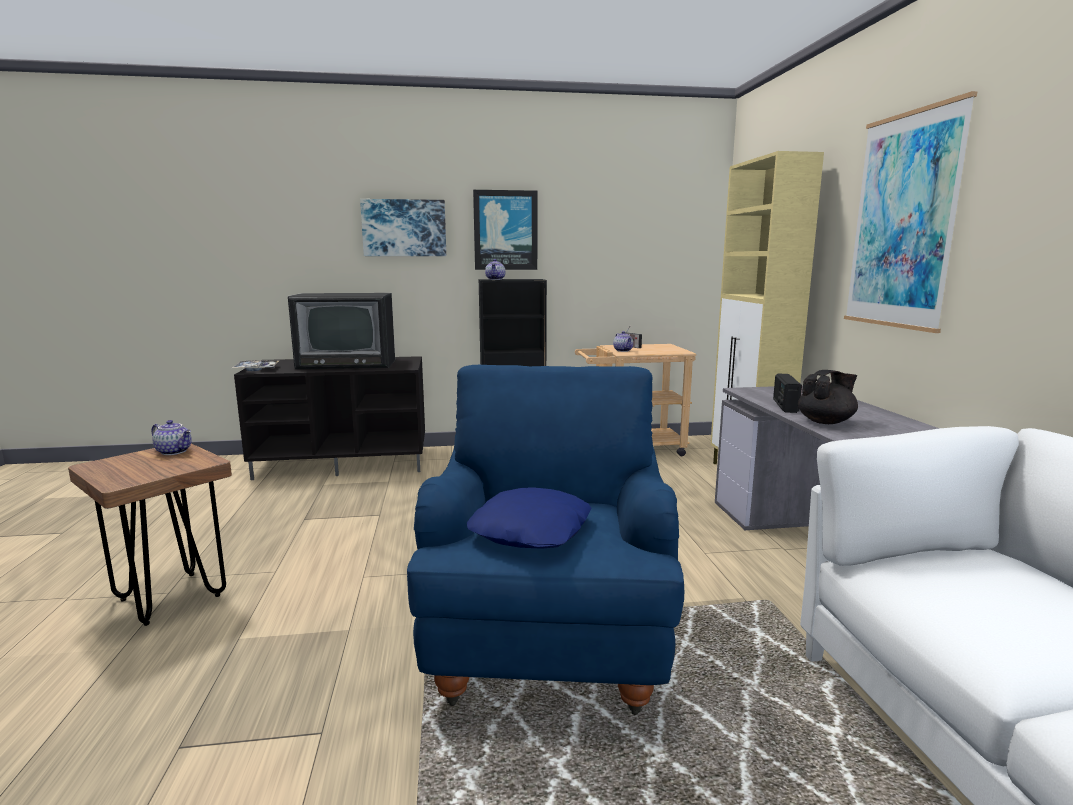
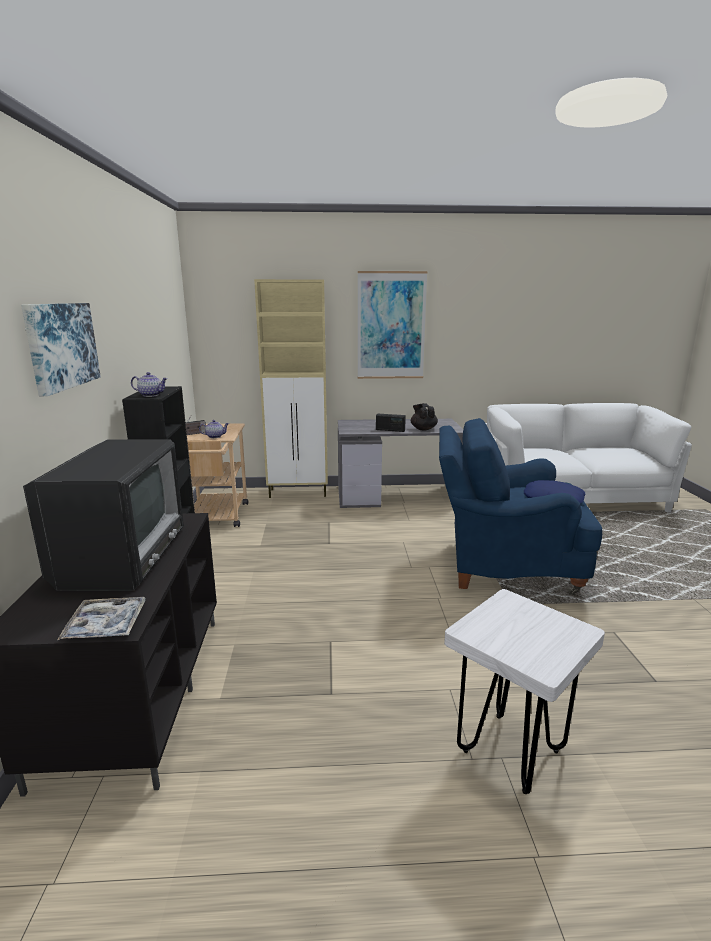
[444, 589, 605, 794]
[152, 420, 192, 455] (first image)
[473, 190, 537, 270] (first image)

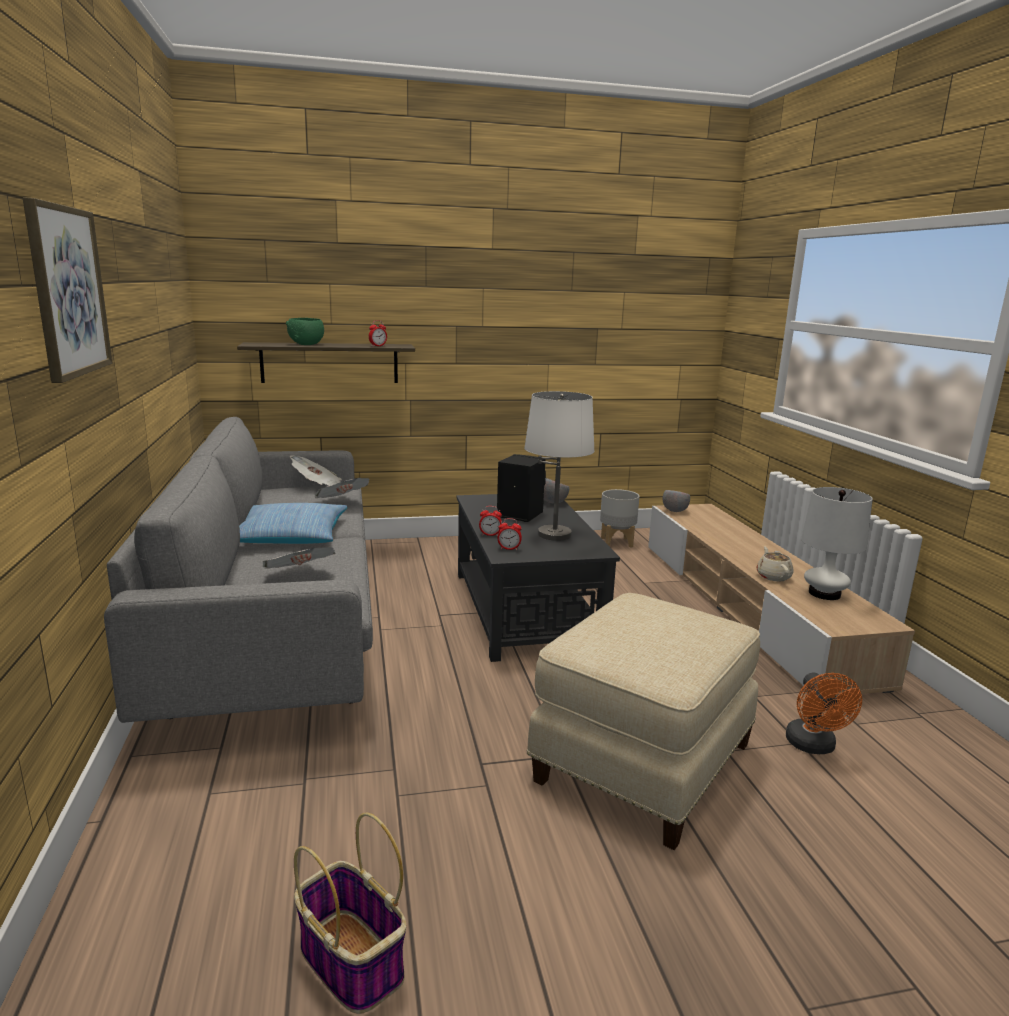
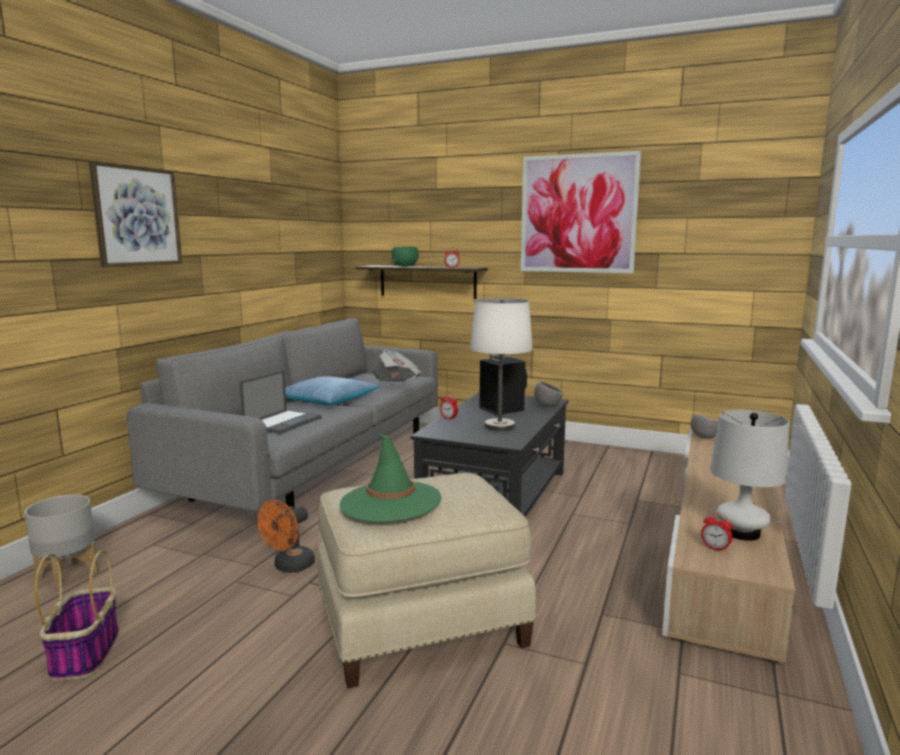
[24, 494, 99, 590]
[240, 370, 322, 434]
[257, 500, 315, 573]
[340, 434, 442, 522]
[521, 151, 641, 273]
[701, 512, 733, 552]
[756, 546, 794, 581] (first image)

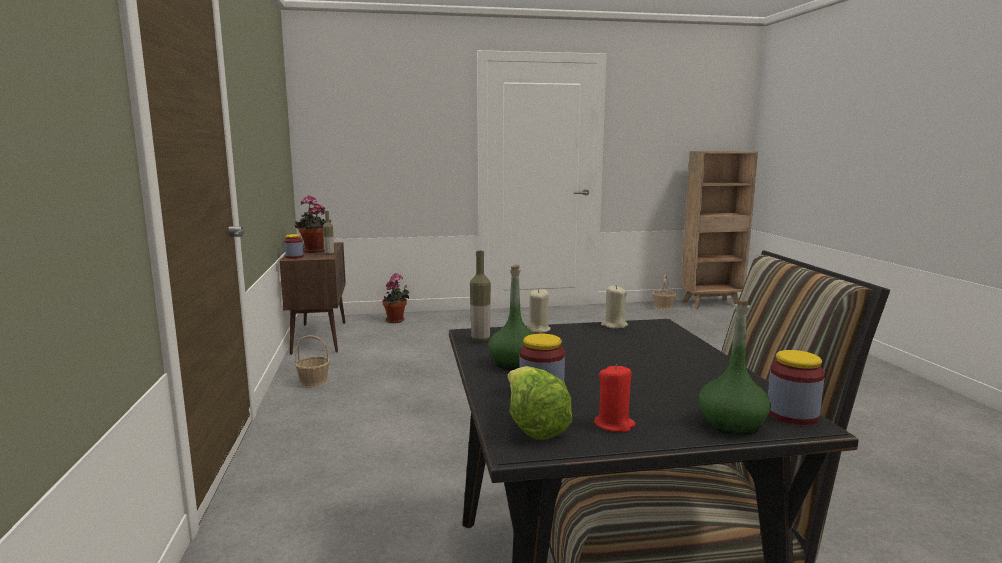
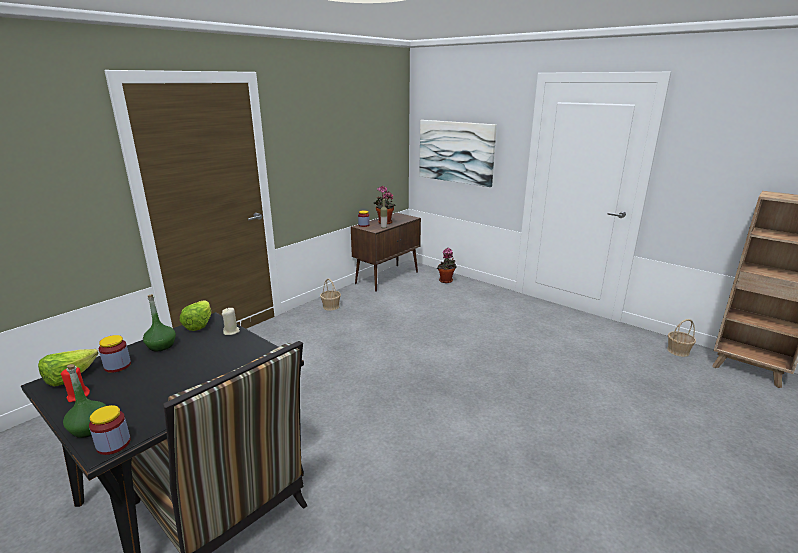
[180, 300, 211, 331]
[419, 120, 497, 187]
[601, 285, 628, 329] (first image)

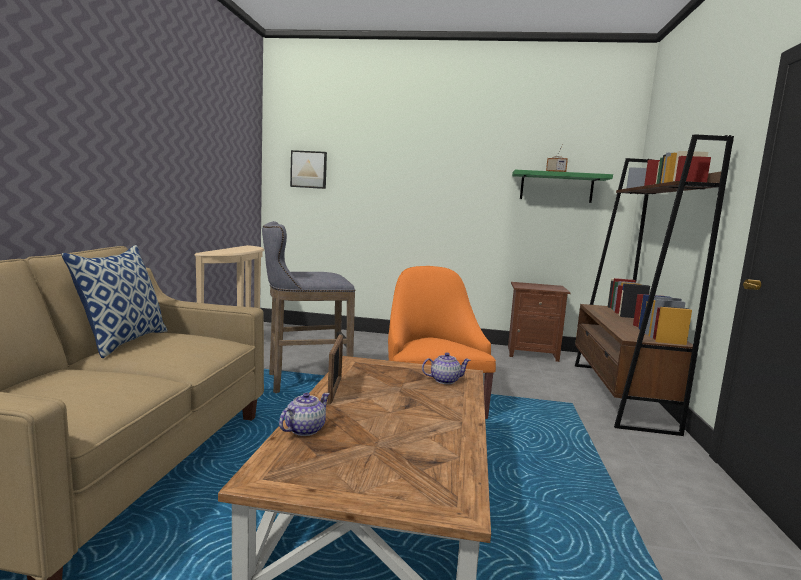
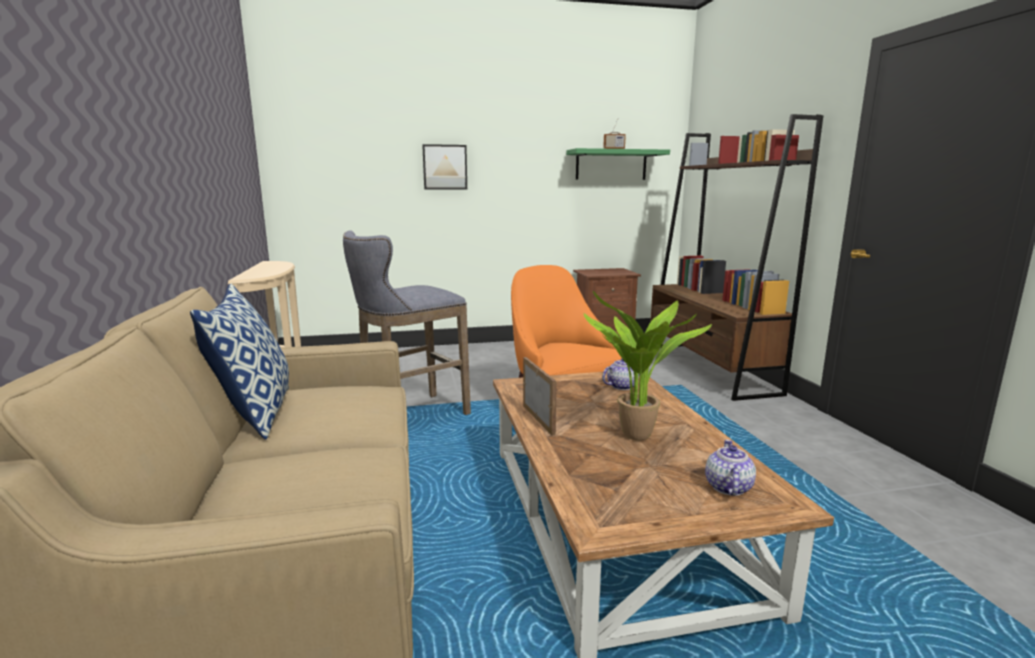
[422, 144, 467, 189]
[583, 291, 712, 441]
[705, 439, 756, 496]

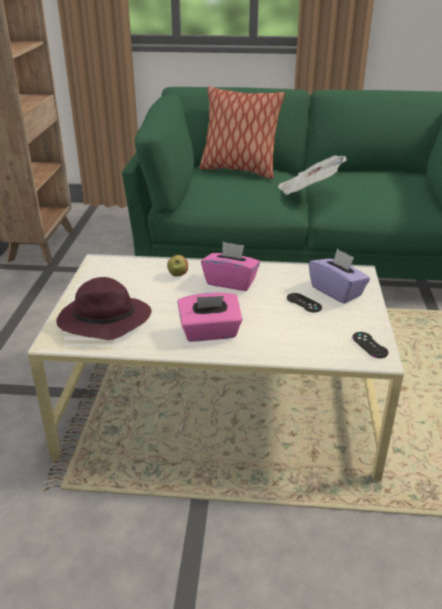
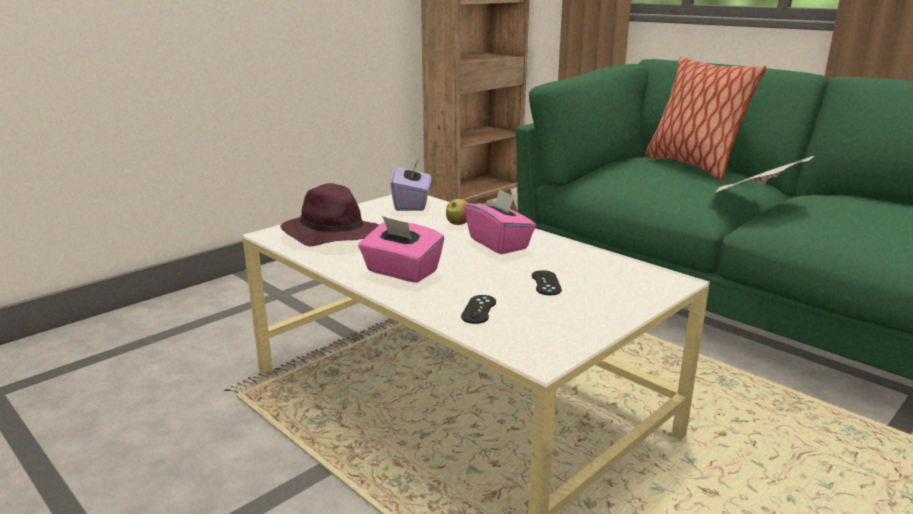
[391, 159, 431, 211]
[461, 295, 496, 324]

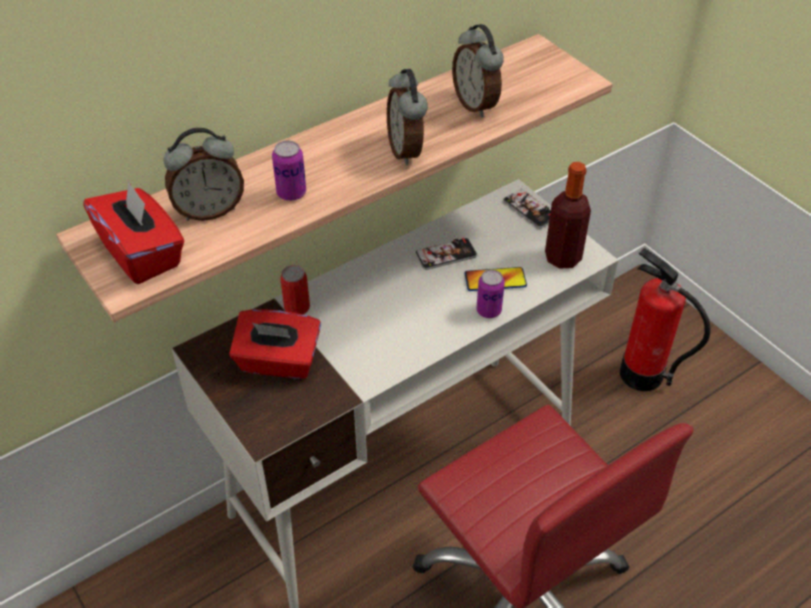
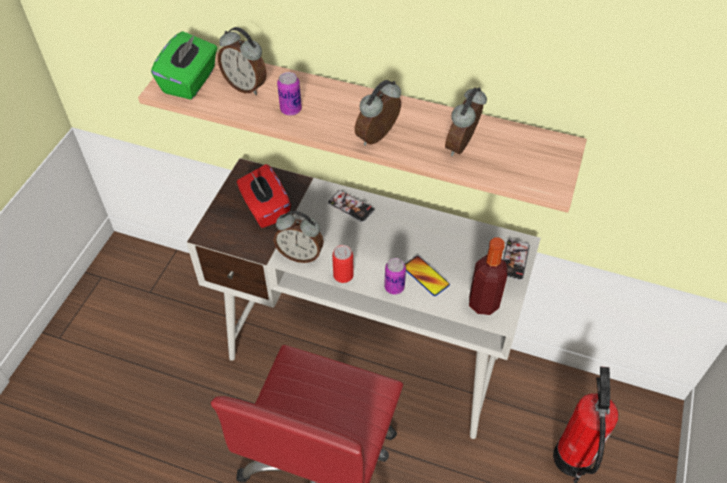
[151, 31, 217, 100]
[273, 211, 324, 263]
[328, 190, 375, 223]
[332, 245, 354, 283]

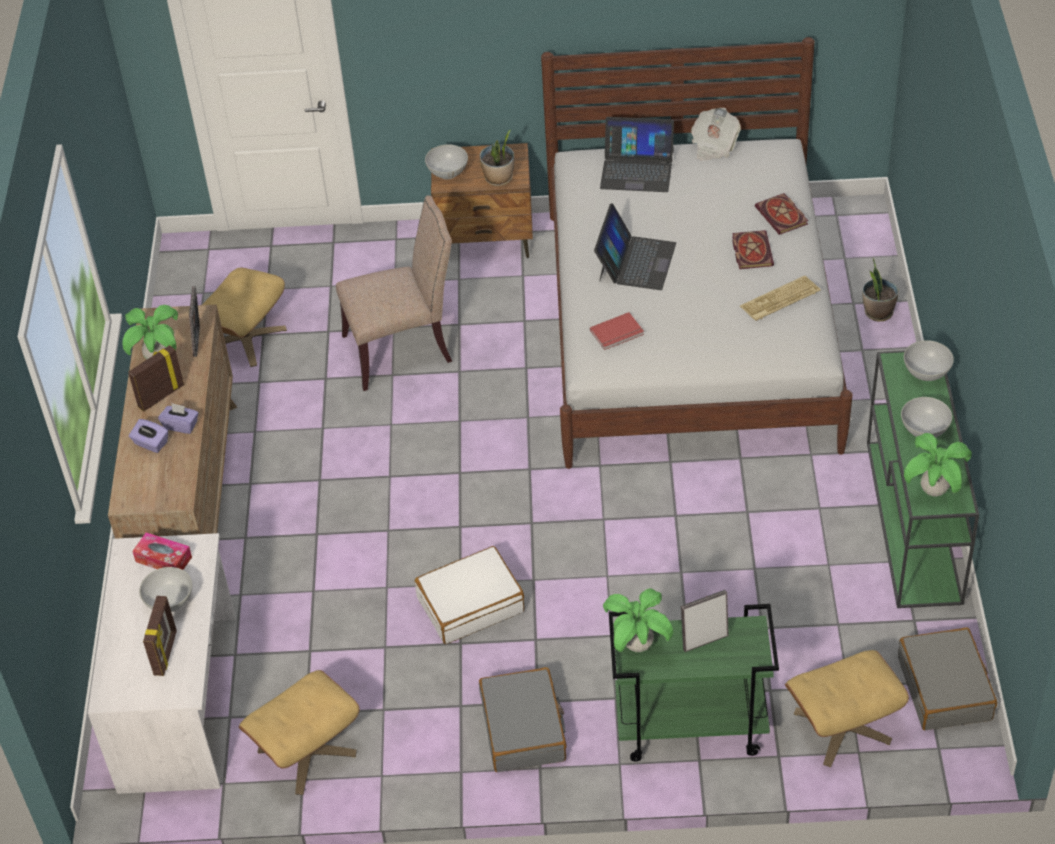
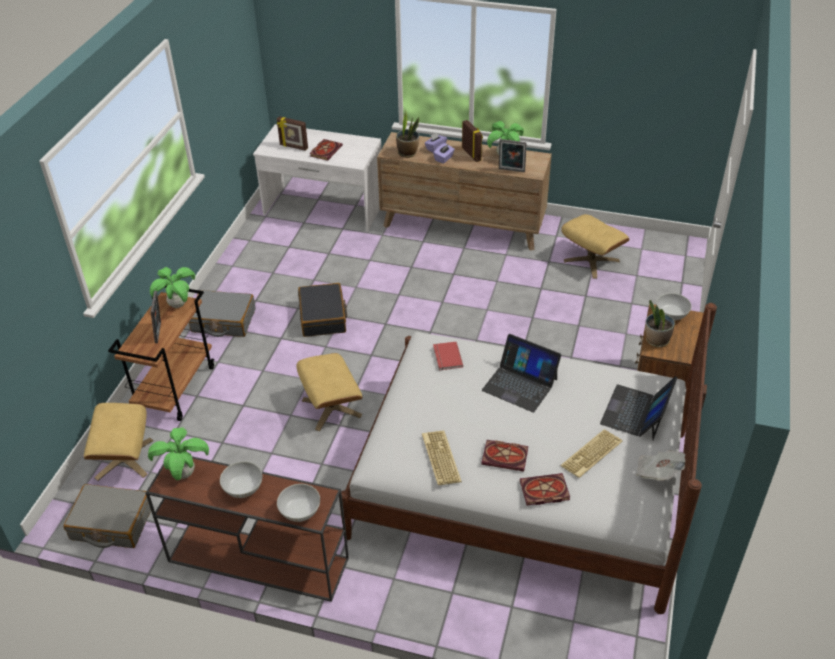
[108, 286, 214, 421]
[146, 456, 349, 602]
[296, 353, 363, 431]
[298, 283, 347, 337]
[309, 139, 343, 161]
[396, 110, 419, 158]
[560, 429, 623, 478]
[132, 532, 192, 570] (first image)
[336, 195, 452, 391] (first image)

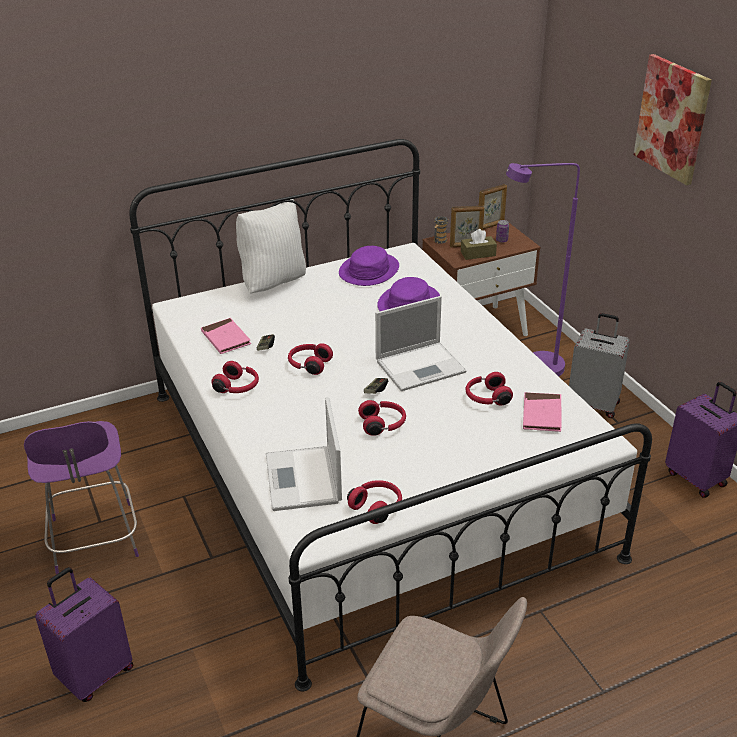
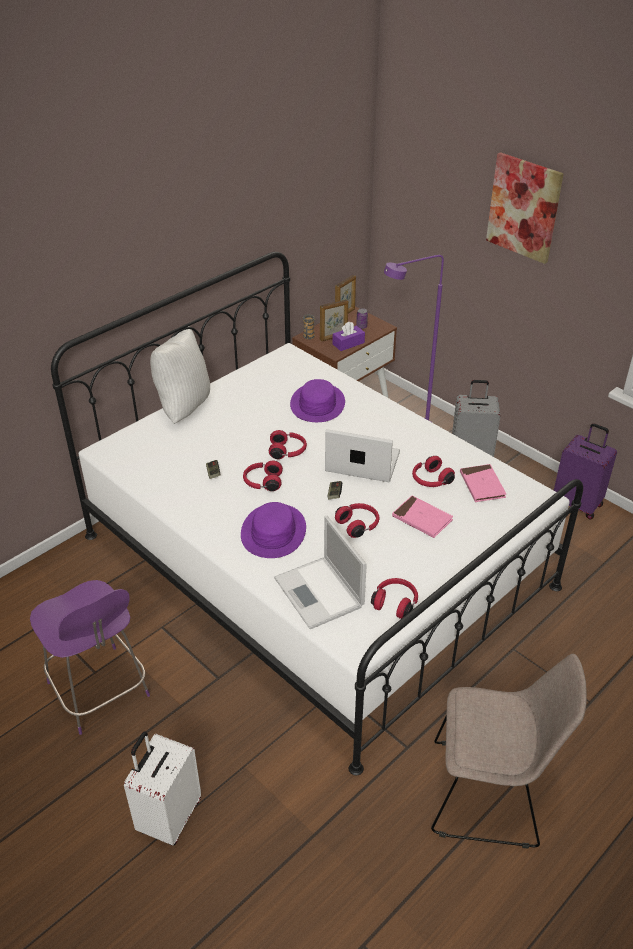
[124, 731, 201, 846]
[241, 502, 306, 558]
[269, 430, 307, 459]
[325, 429, 400, 483]
[333, 322, 365, 351]
[392, 496, 453, 538]

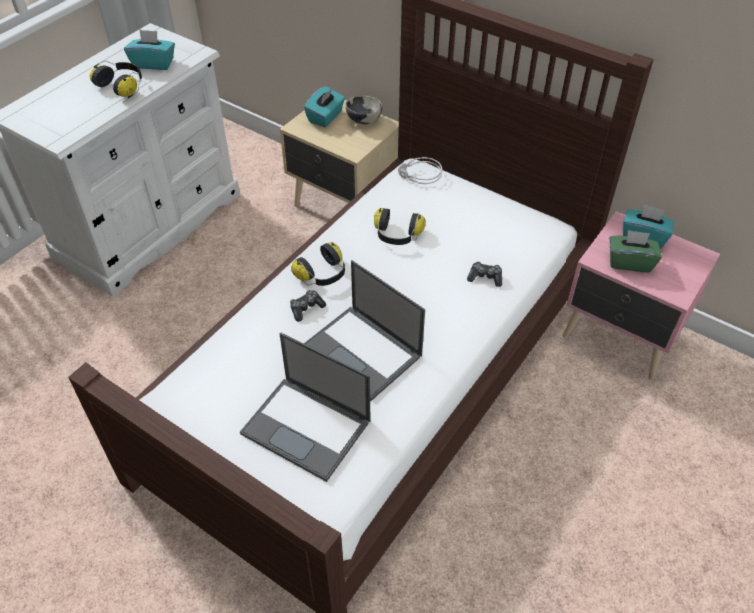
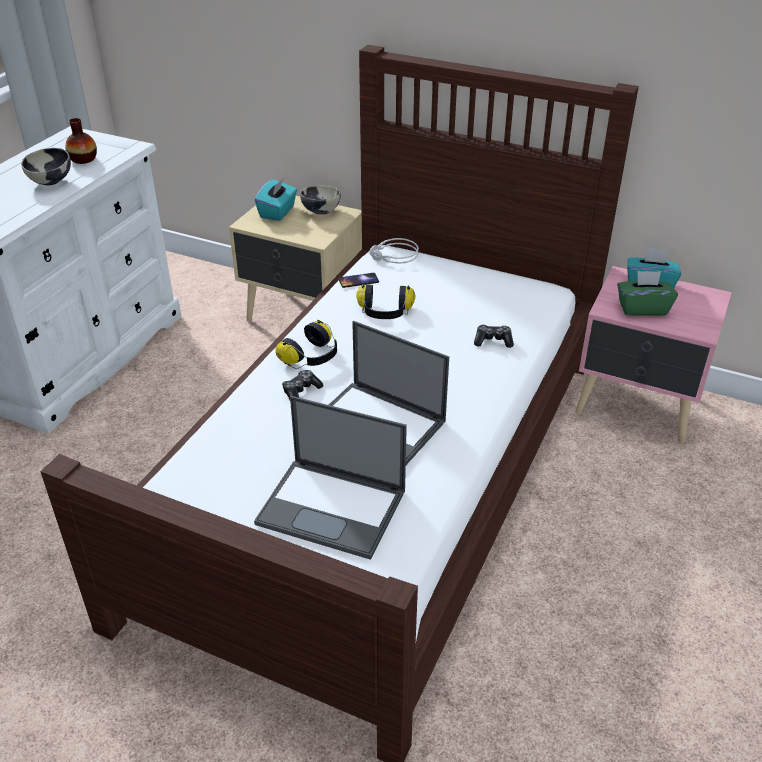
[22, 148, 71, 185]
[65, 118, 97, 164]
[338, 273, 379, 288]

